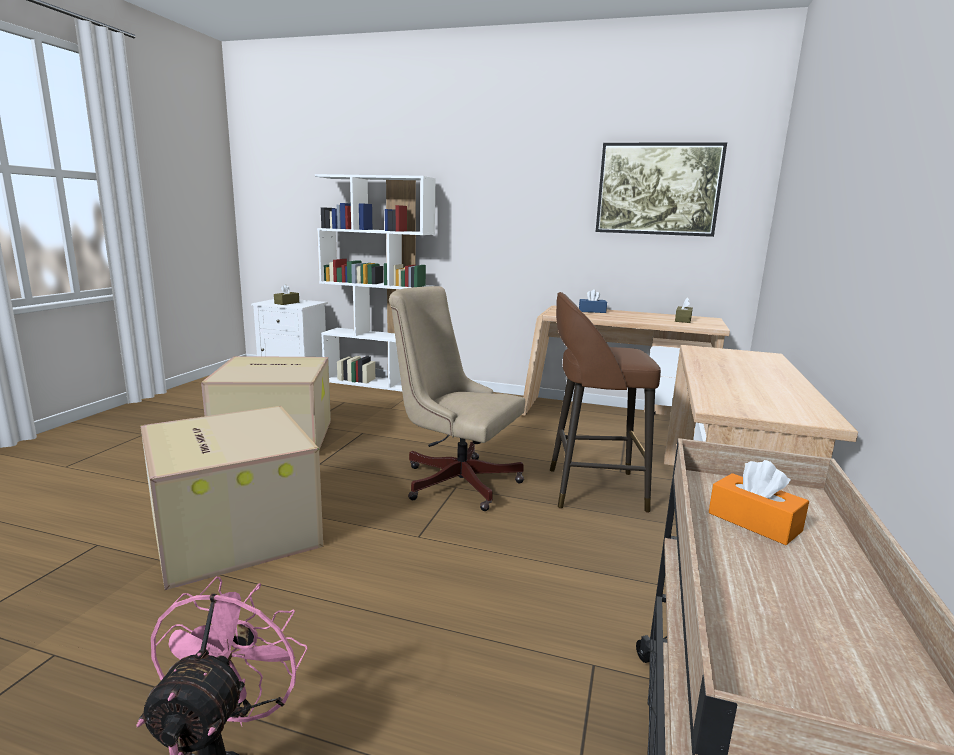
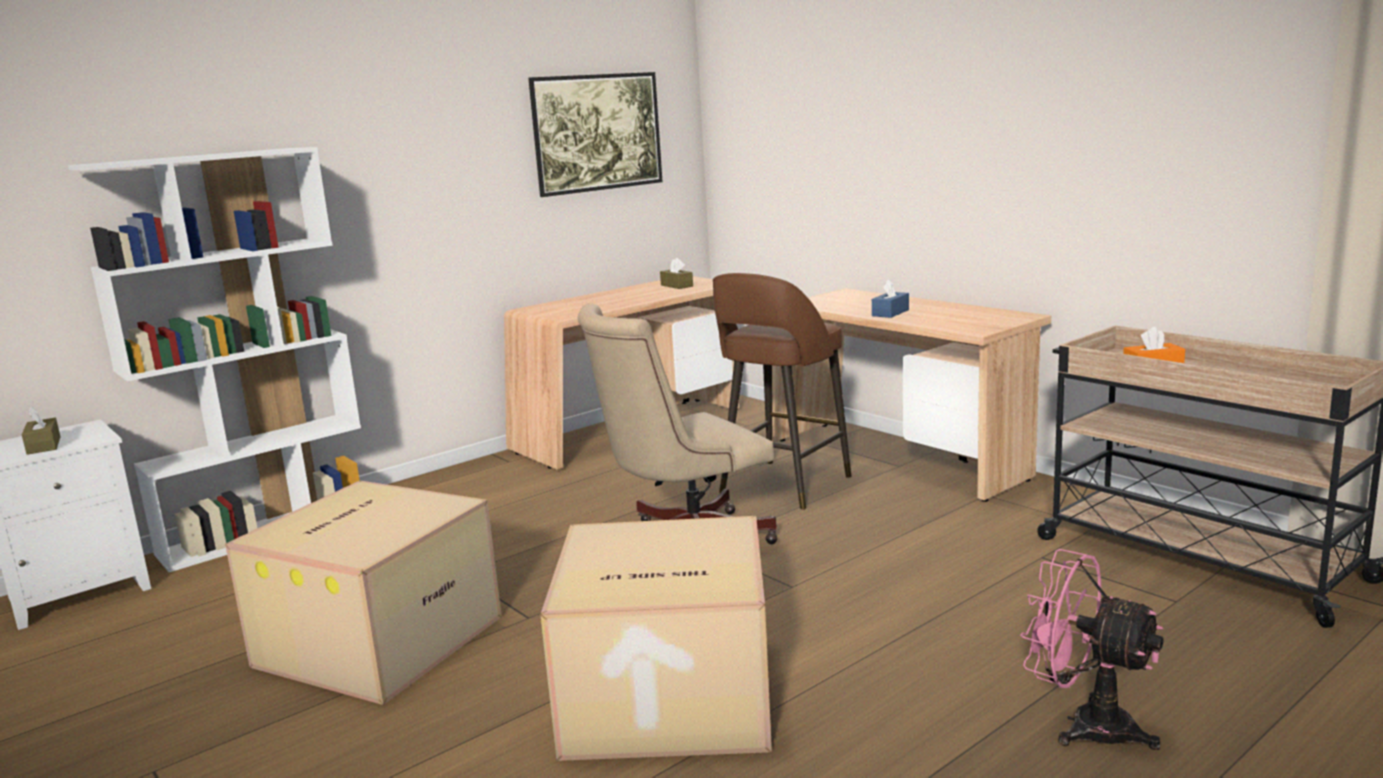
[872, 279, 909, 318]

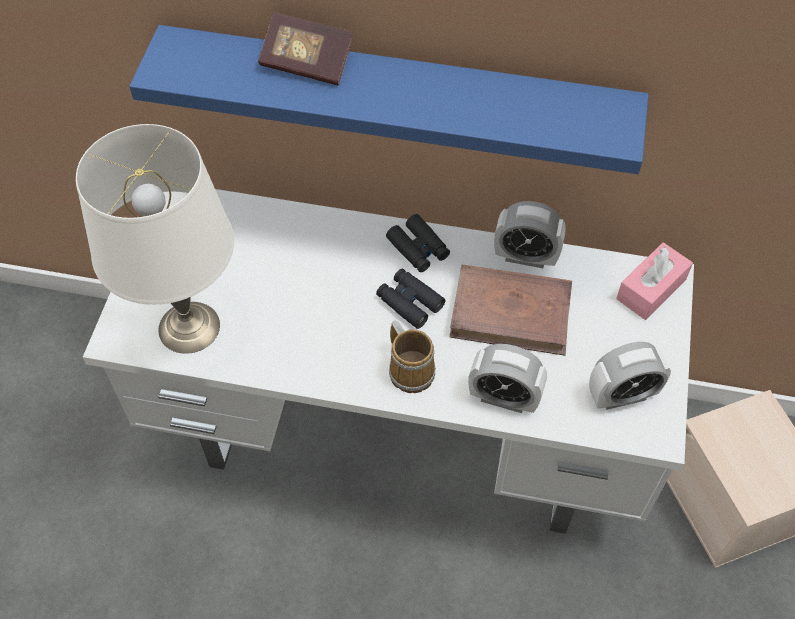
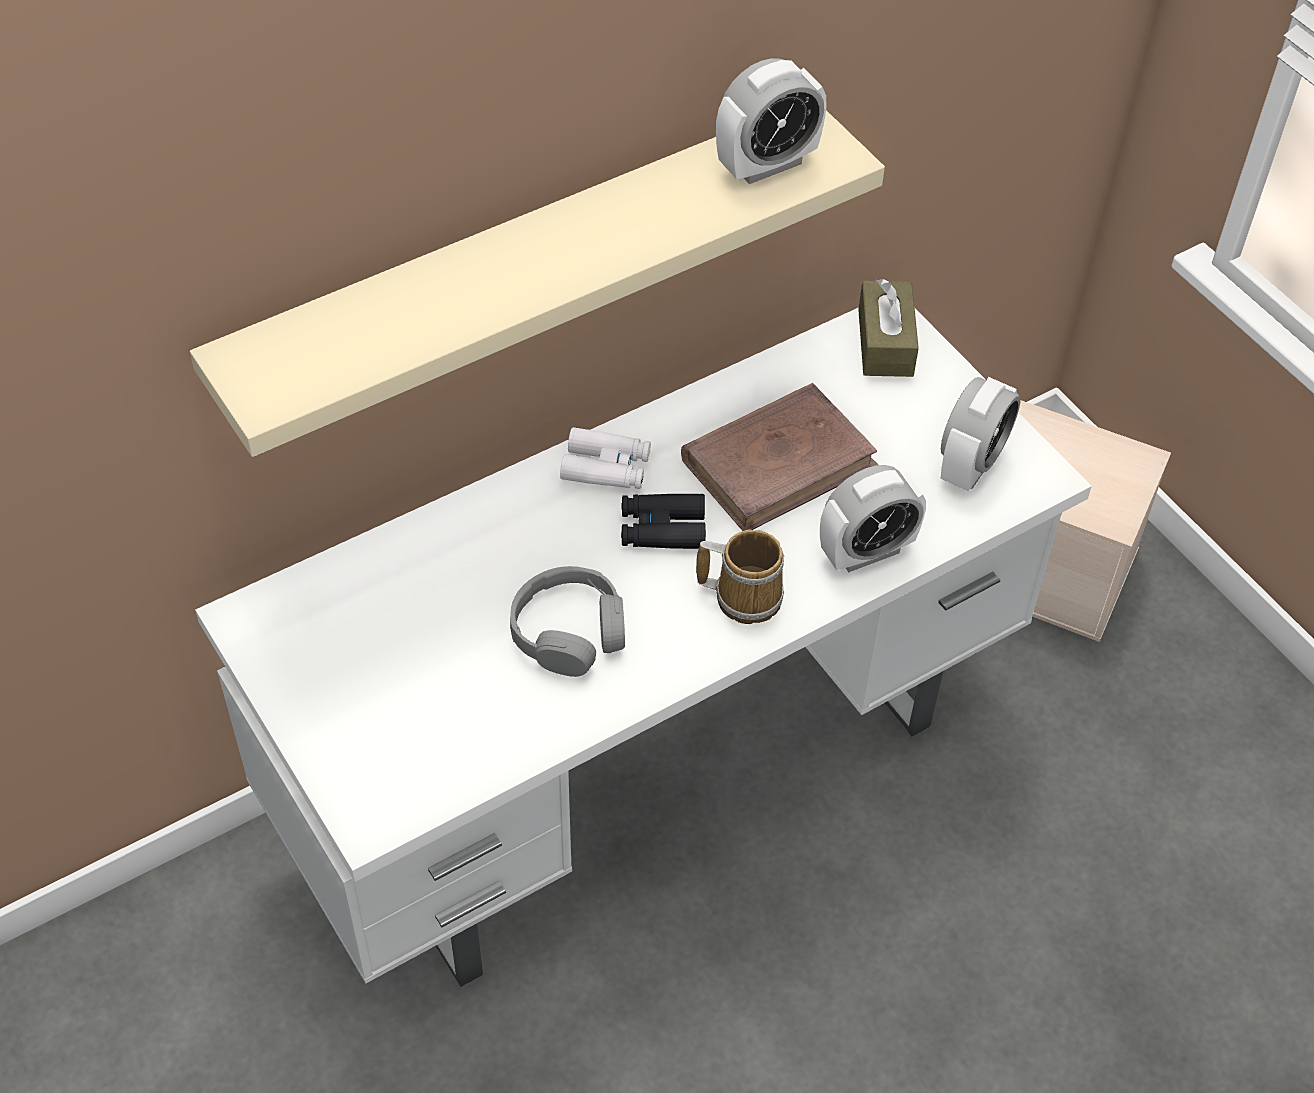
[190, 110, 885, 457]
[510, 566, 625, 677]
[560, 427, 651, 489]
[716, 58, 827, 184]
[858, 279, 919, 377]
[76, 124, 234, 354] (first image)
[258, 12, 353, 85] (first image)

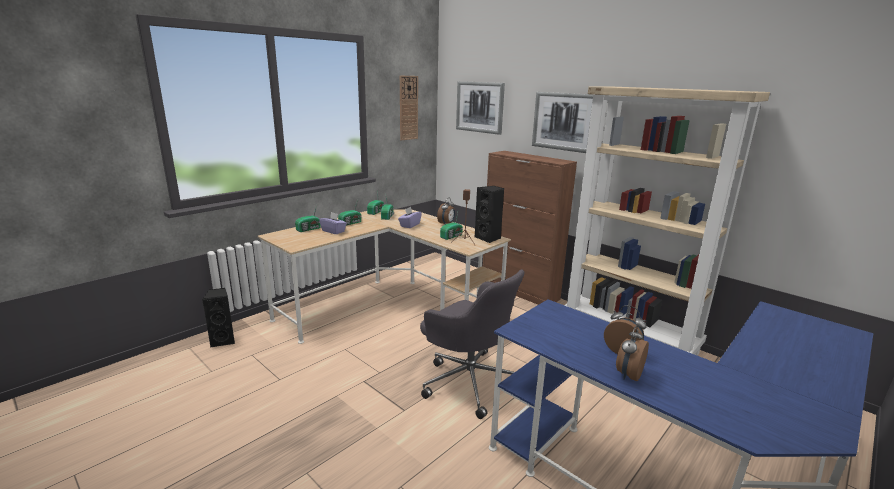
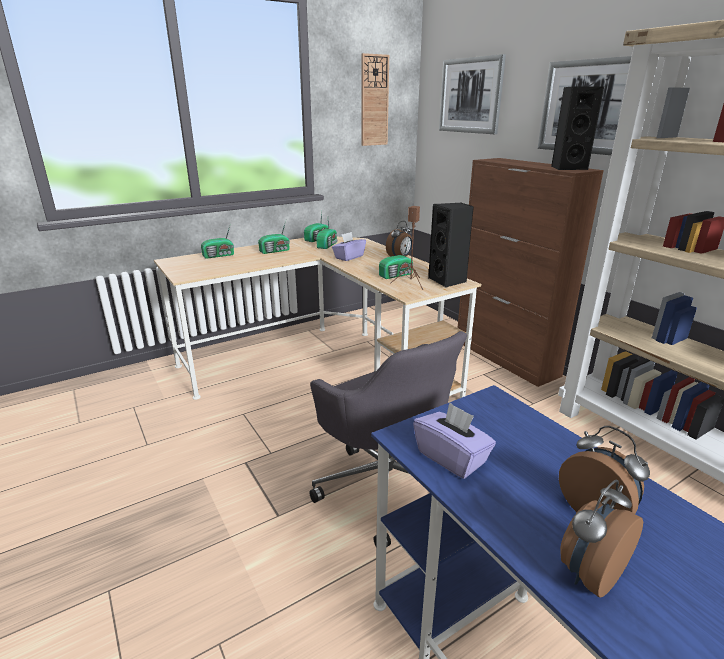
[413, 402, 496, 479]
[551, 86, 604, 170]

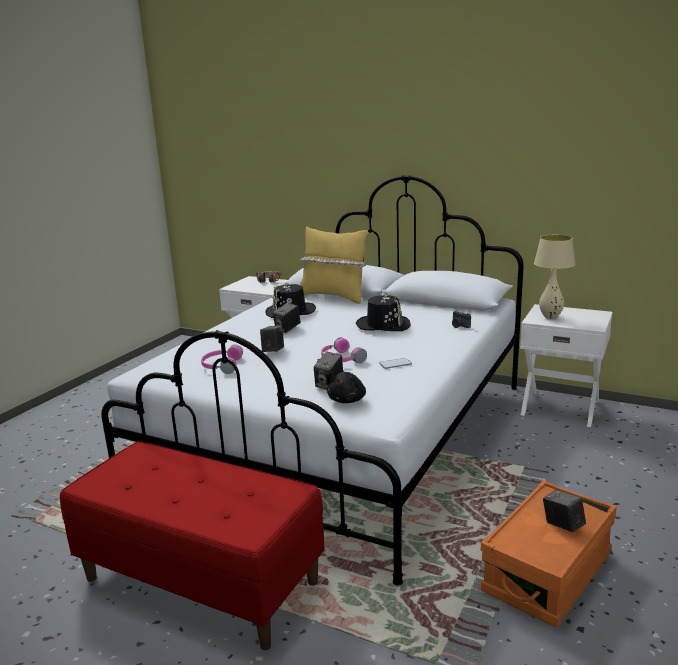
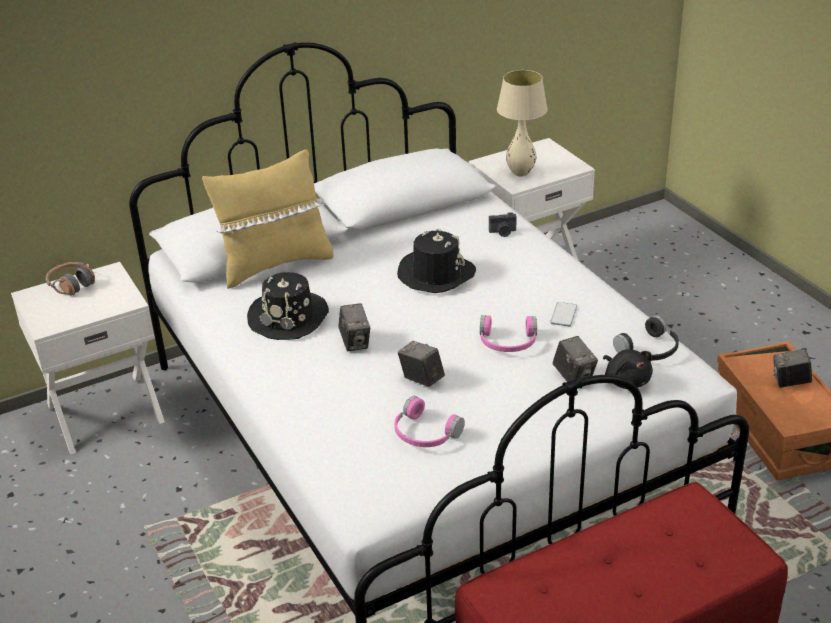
[613, 316, 679, 361]

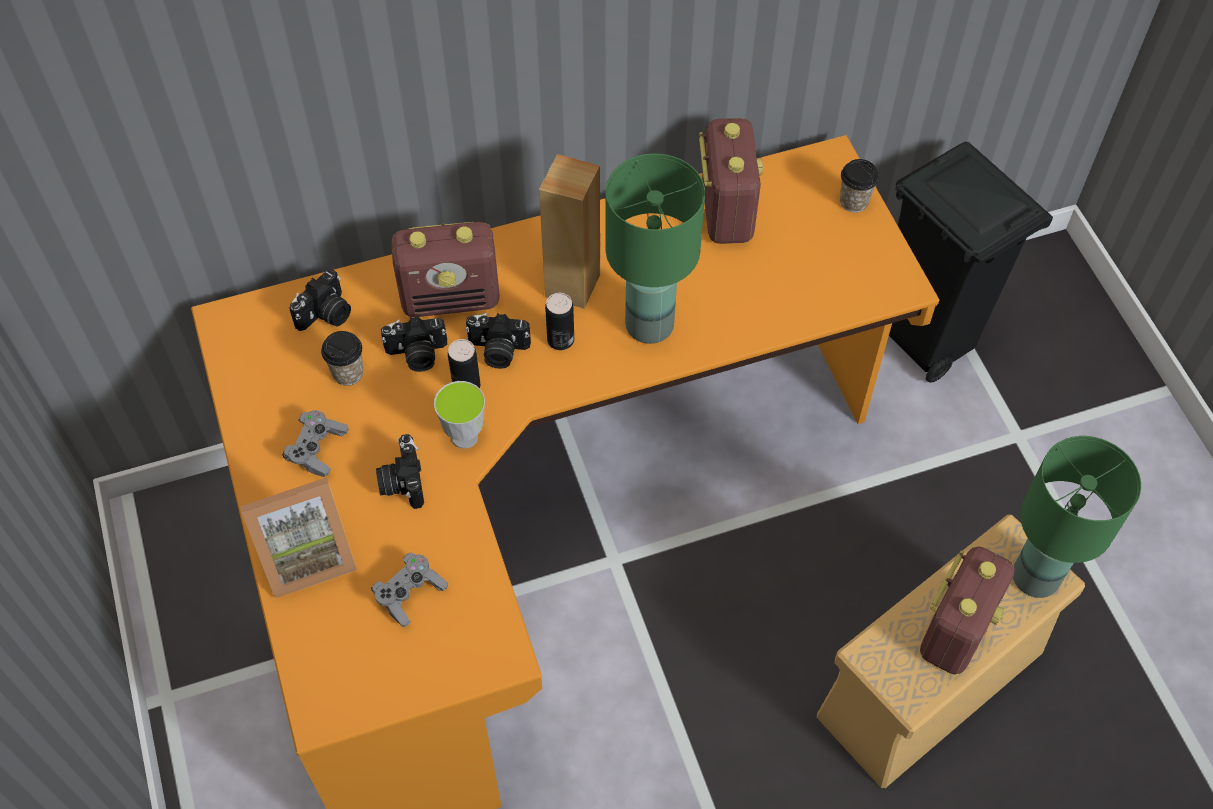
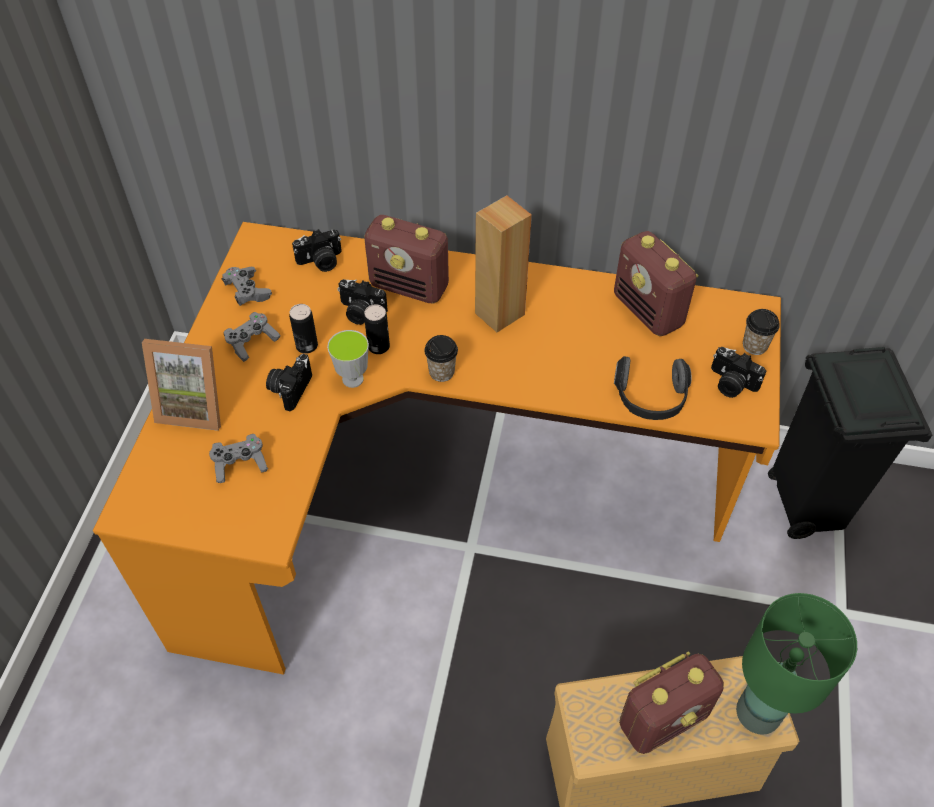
[221, 267, 272, 306]
[289, 304, 318, 354]
[424, 335, 458, 382]
[614, 231, 699, 336]
[614, 356, 692, 420]
[711, 347, 766, 398]
[606, 154, 705, 344] (first image)

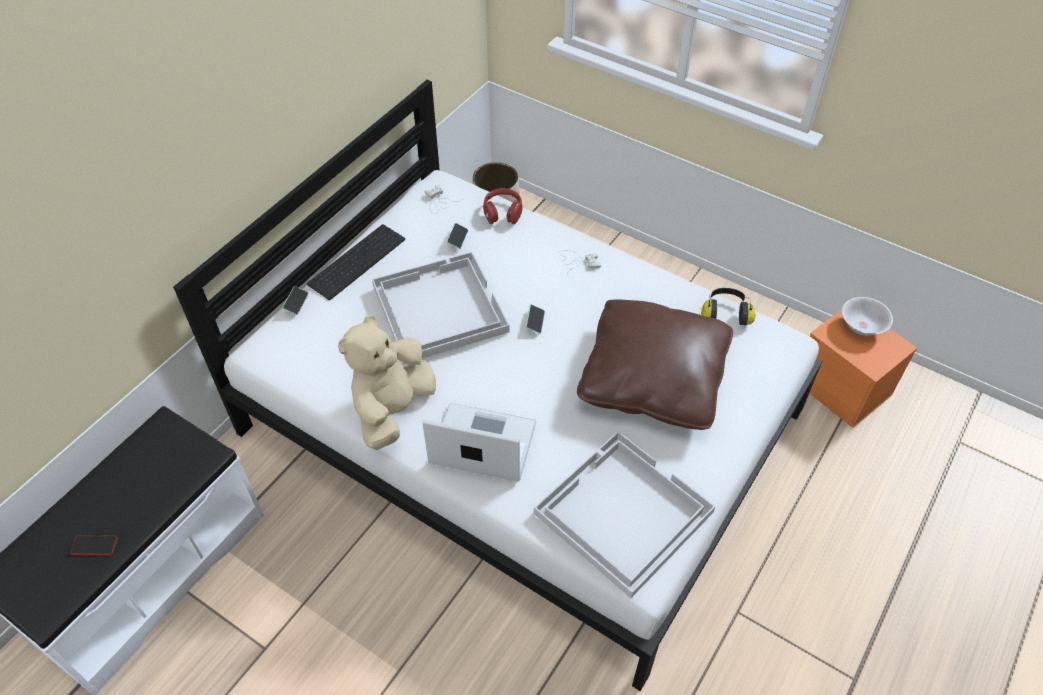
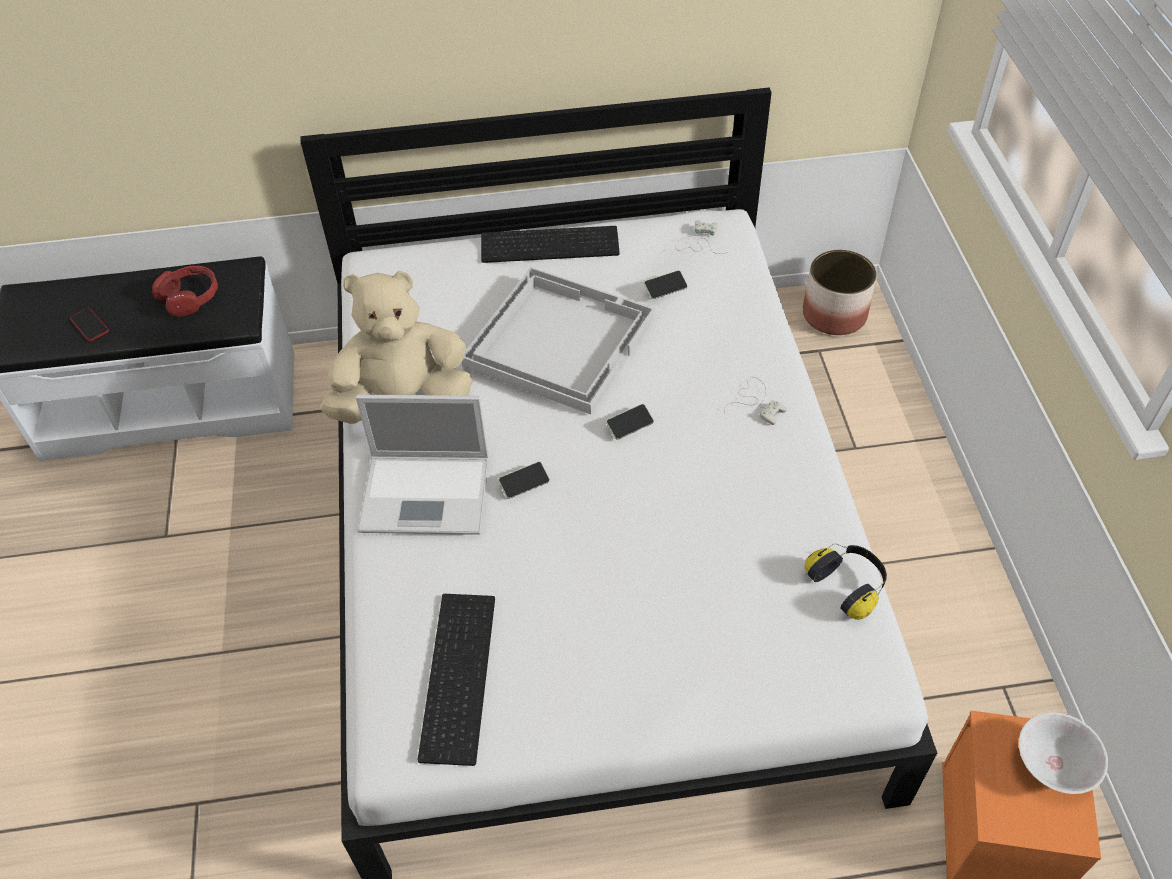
[152, 266, 218, 317]
[356, 394, 489, 535]
[418, 594, 495, 766]
[498, 461, 550, 499]
[577, 299, 733, 430] (first image)

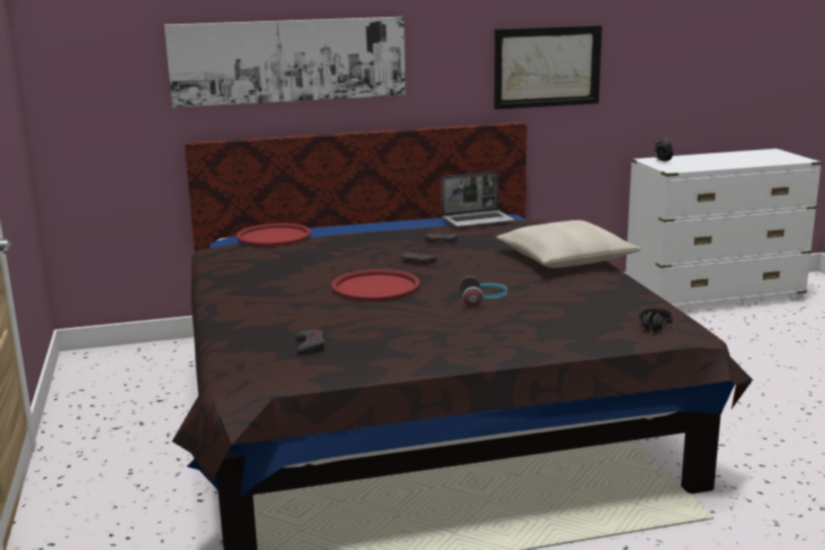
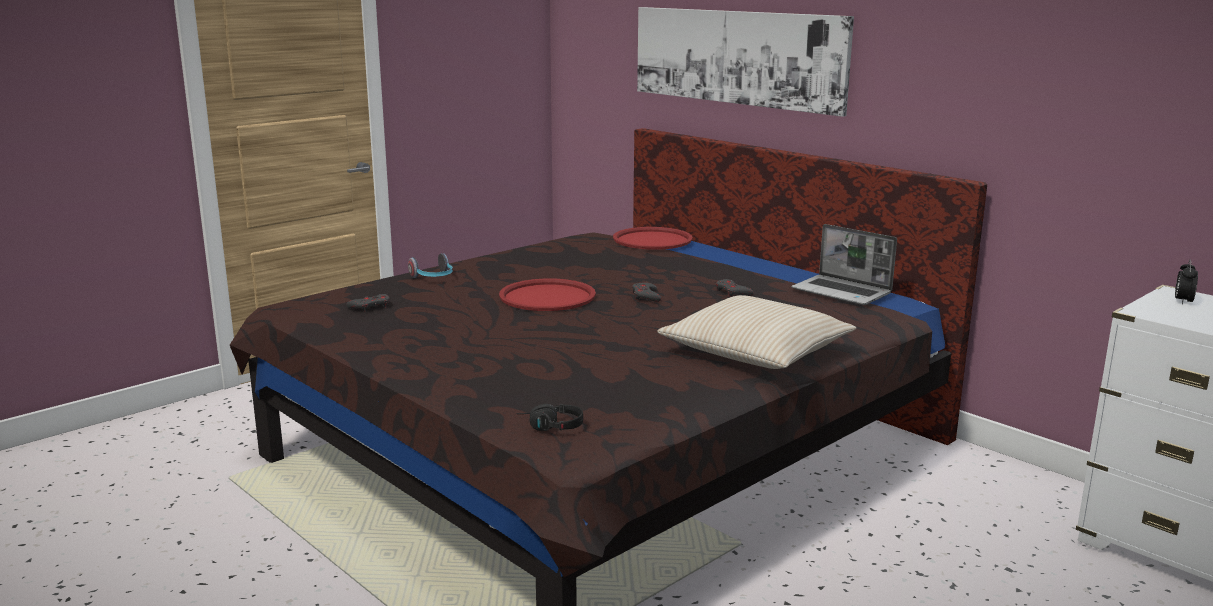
[408, 253, 453, 278]
[494, 25, 602, 109] (first image)

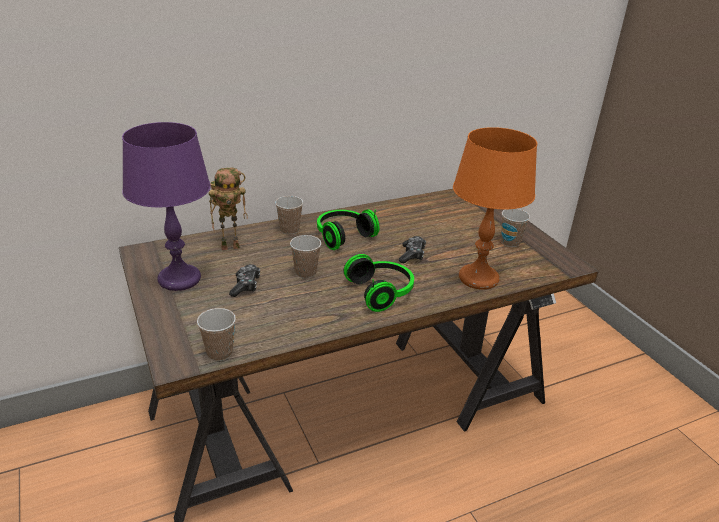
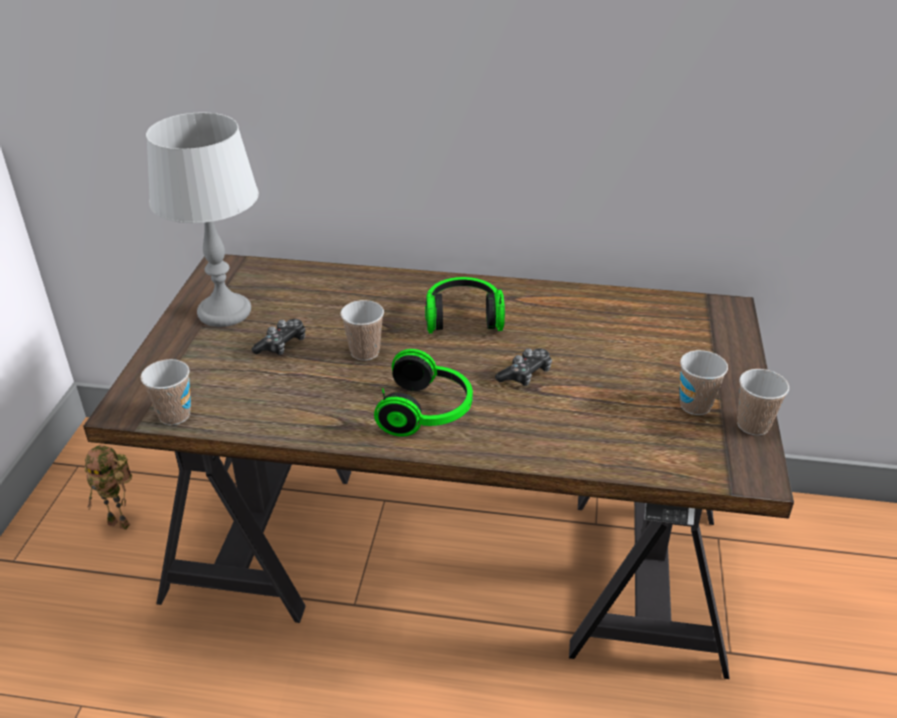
[85, 445, 132, 530]
[146, 112, 259, 327]
[737, 369, 789, 435]
[453, 127, 537, 290] (first image)

